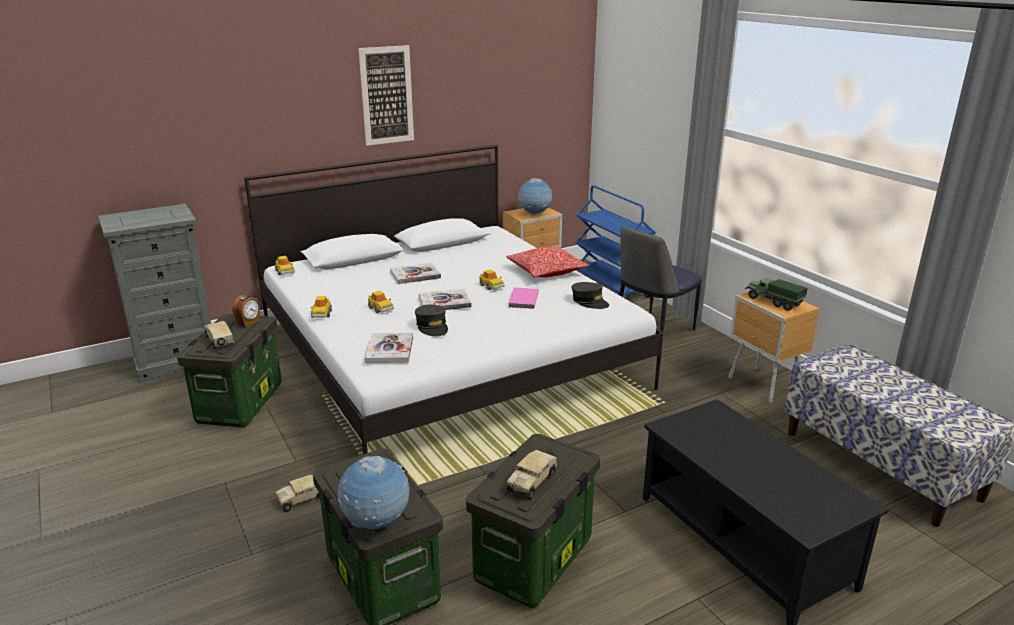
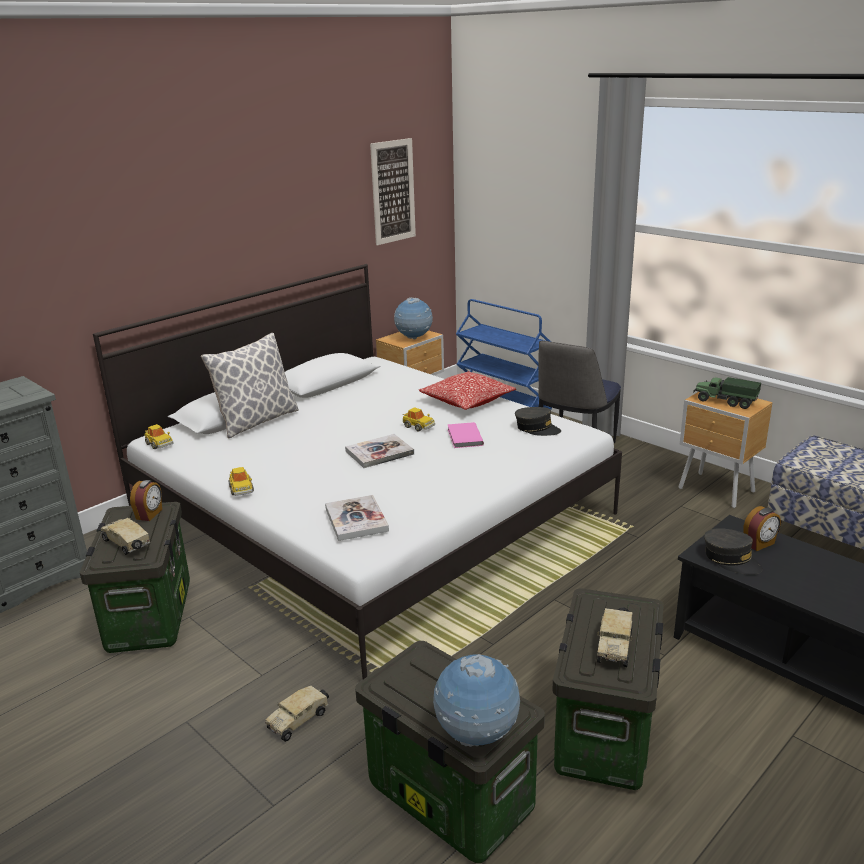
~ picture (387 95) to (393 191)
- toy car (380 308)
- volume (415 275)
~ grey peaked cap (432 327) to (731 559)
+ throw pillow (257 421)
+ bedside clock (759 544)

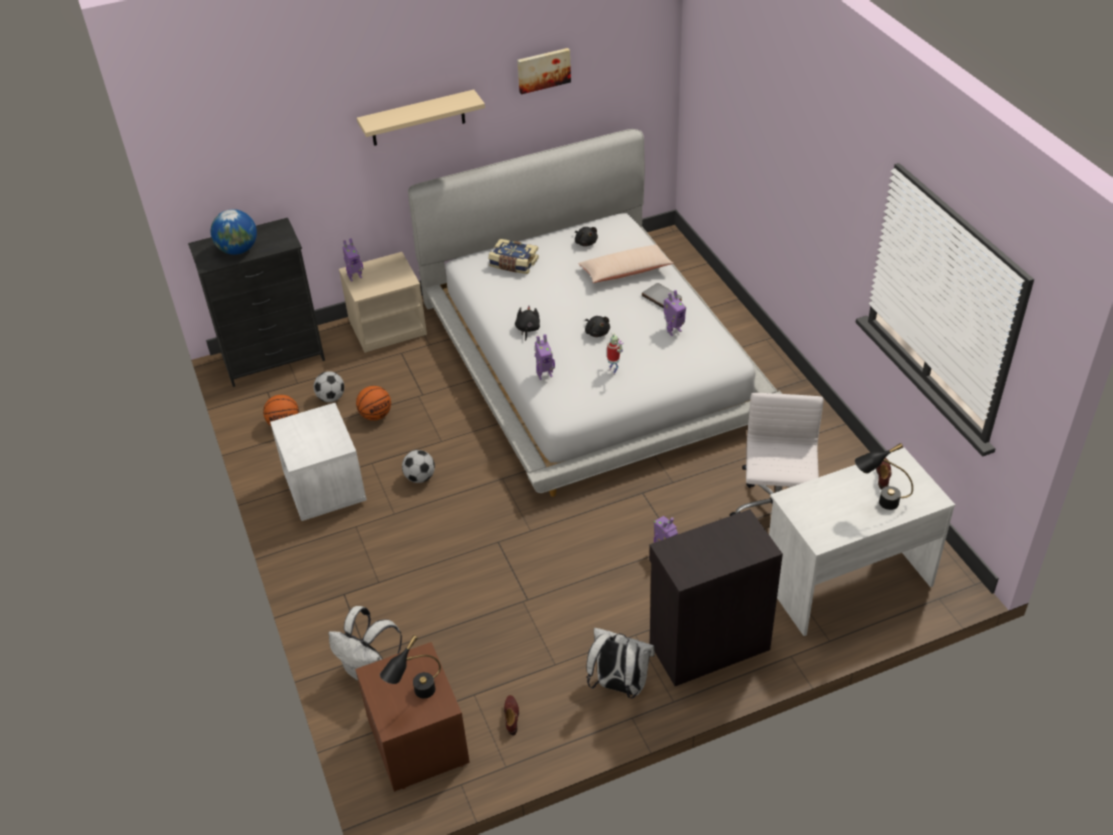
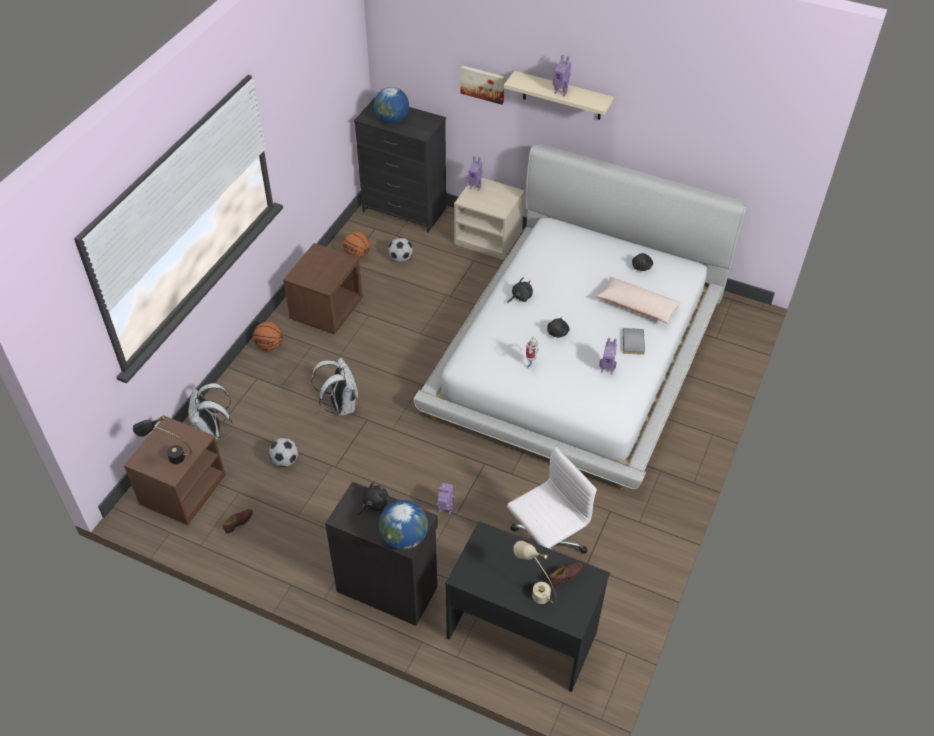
~ whitish nightstand (324 489) to brown-coloured nightstand (327 310)
~ basketball (376 415) to (269 346)
~ football (419 478) to (285 461)
- volume (513 264)
~ picture (543 70) to (483 83)
~ toy robot (544 375) to (561 92)
~ whitish rucksack (619 686) to (340 406)
~ whitish desk table (846 581) to blackish desk table (522 633)
~ blackish table lamp (879 502) to sand-coloured table lamp (534 590)
+ blackish plush toy (374 504)
+ globe (404 538)

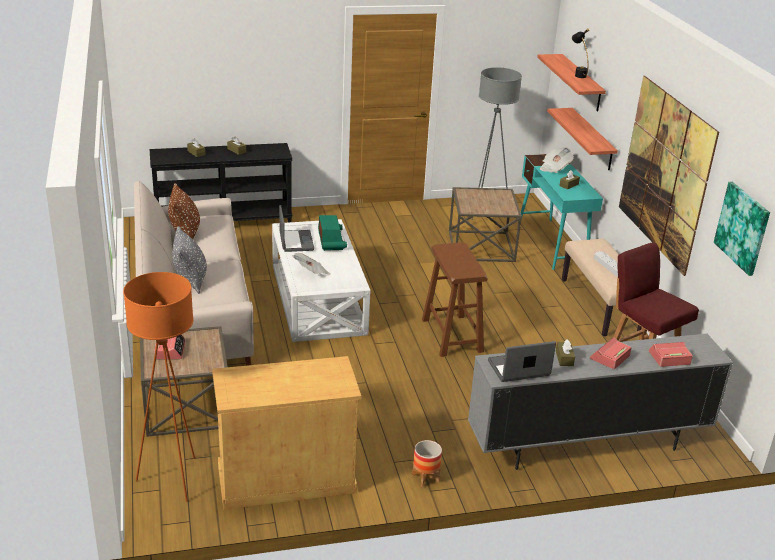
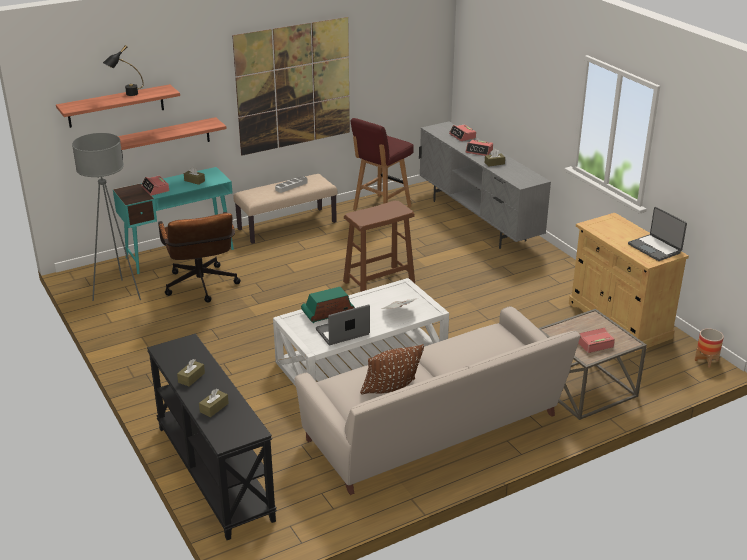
- orangey standard lamp (173 479)
- grey throw pillow (190 280)
~ plant pot (425 478) to (706 360)
~ brown-coloured side table (480 246) to brown-coloured office chair (202 288)
~ laptop (519 369) to (655 248)
~ printed paper (554 168) to bedside clock (155 189)
- picture (743 227)

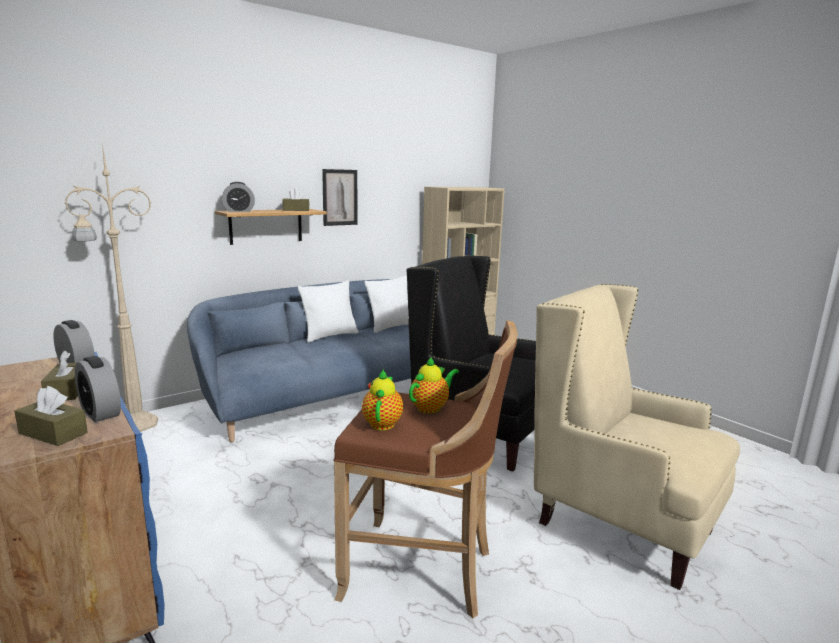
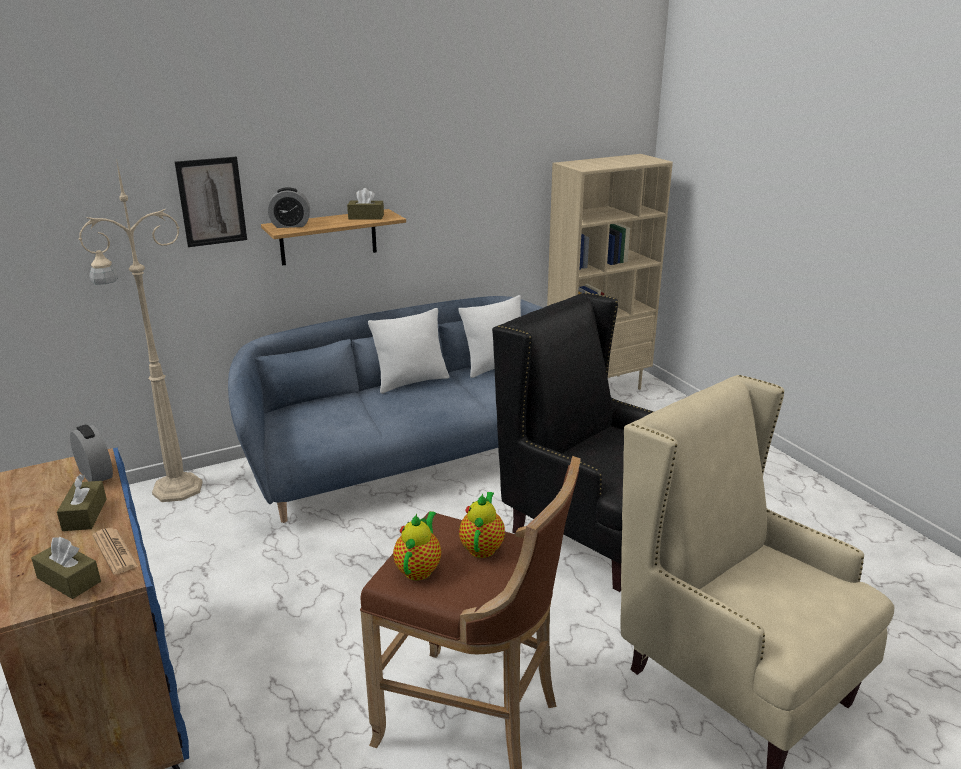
~ bedside clock (100 412) to printed paper (115 551)
~ picture (340 197) to (211 201)
~ pot for tea (431 407) = (482 547) 45 degrees counterclockwise

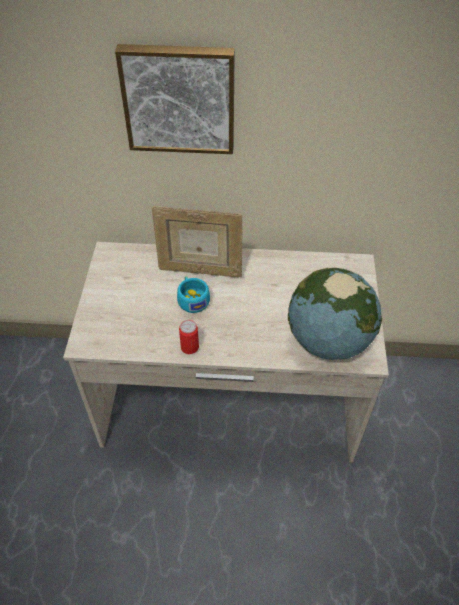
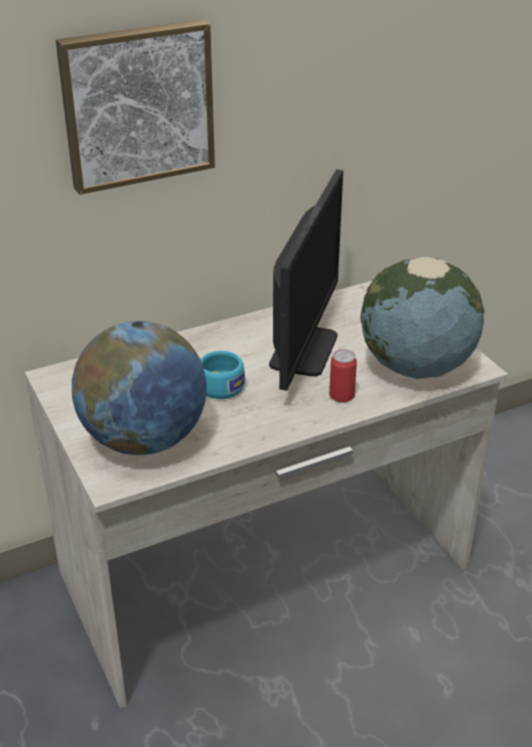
- standing frame (199 270)
~ can (189 347) to (342 395)
+ globe (144 440)
+ monitor (303 350)

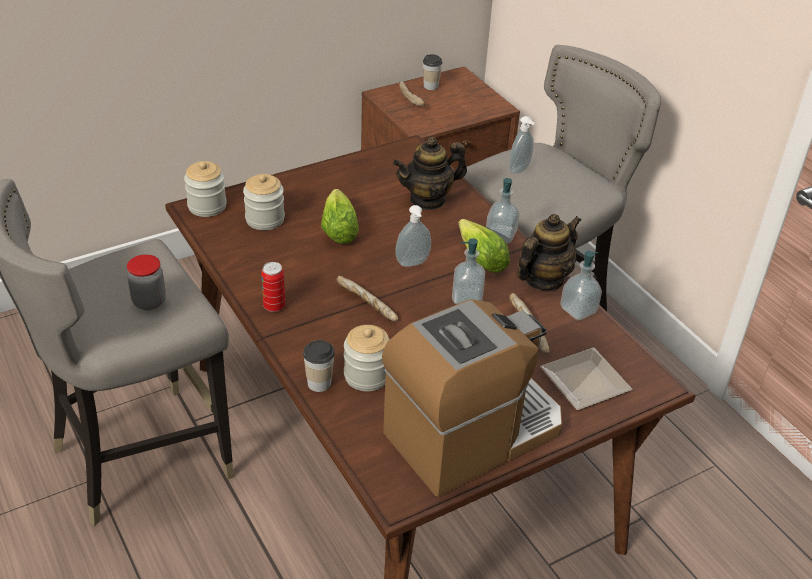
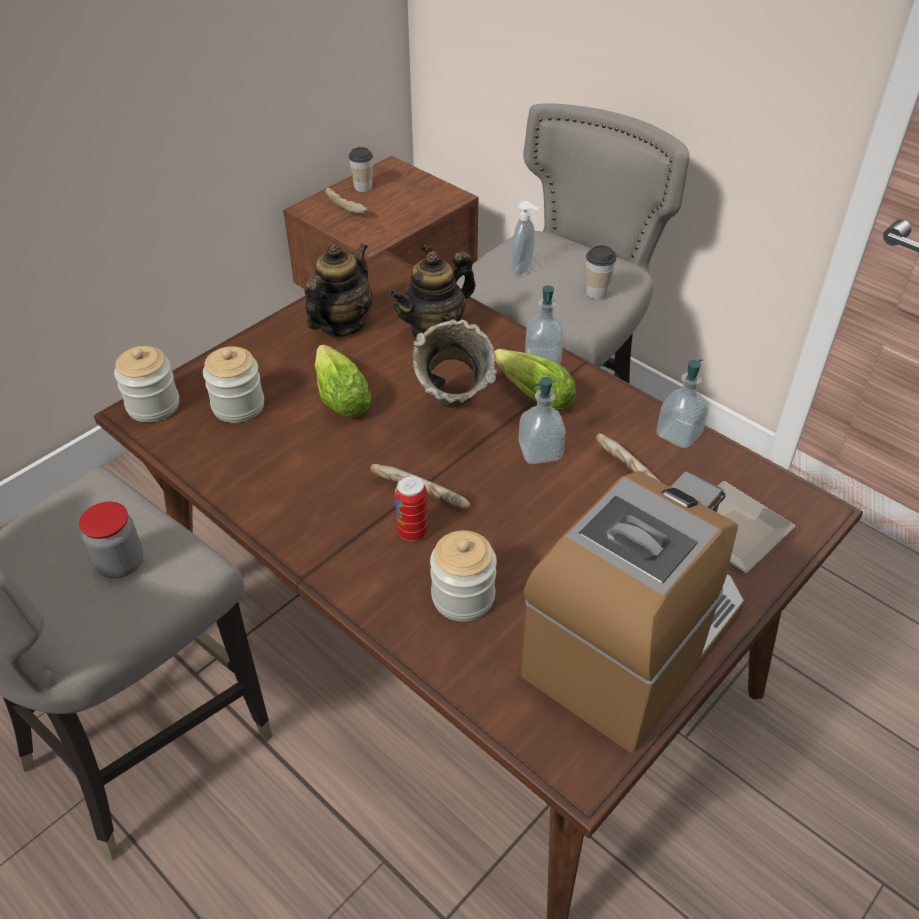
~ can (274 306) to (412 532)
~ small cup (319 383) to (596 292)
~ soap bottle (413 264) to sand-coloured vase (454 422)
~ pot for tea (543 279) to (341 324)

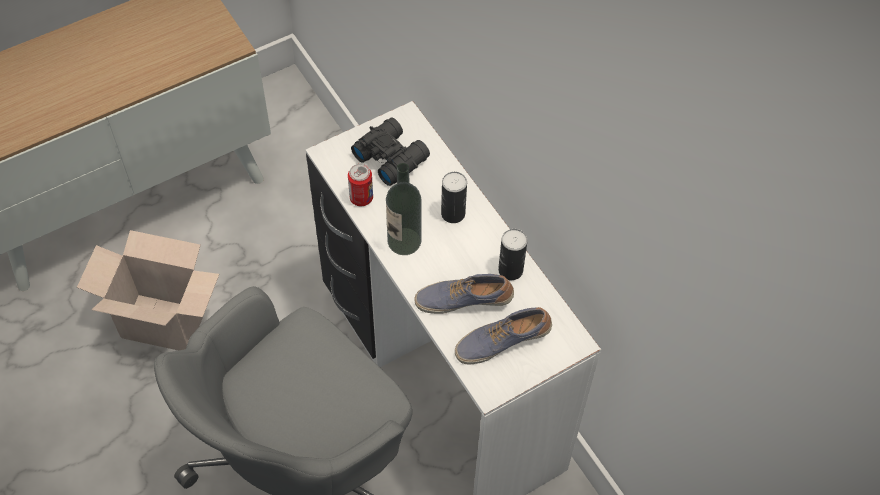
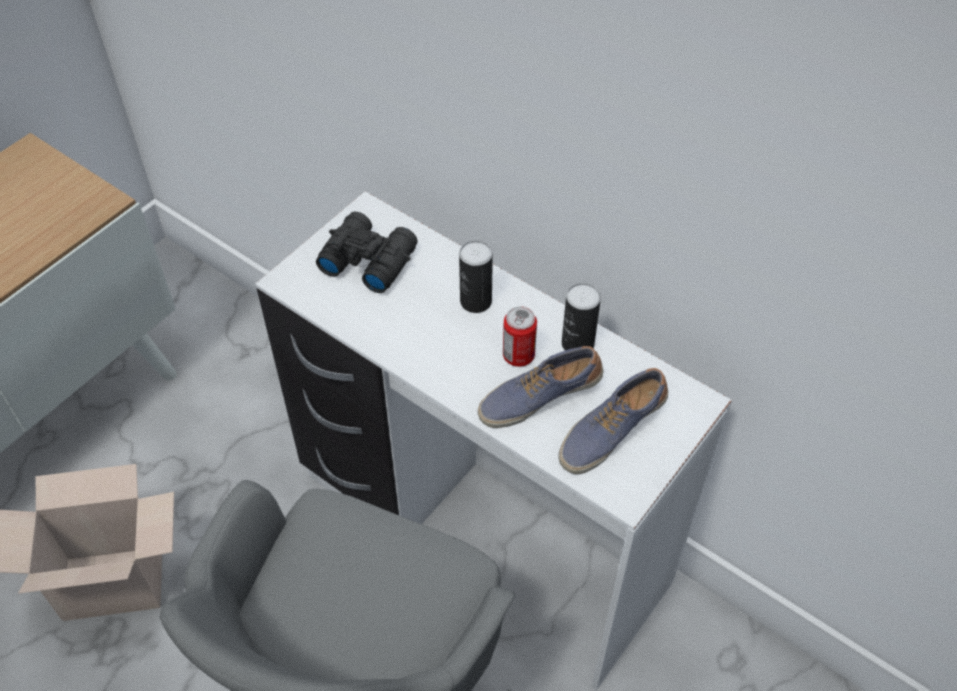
~ can (361 198) to (518 356)
- bottle (404 241)

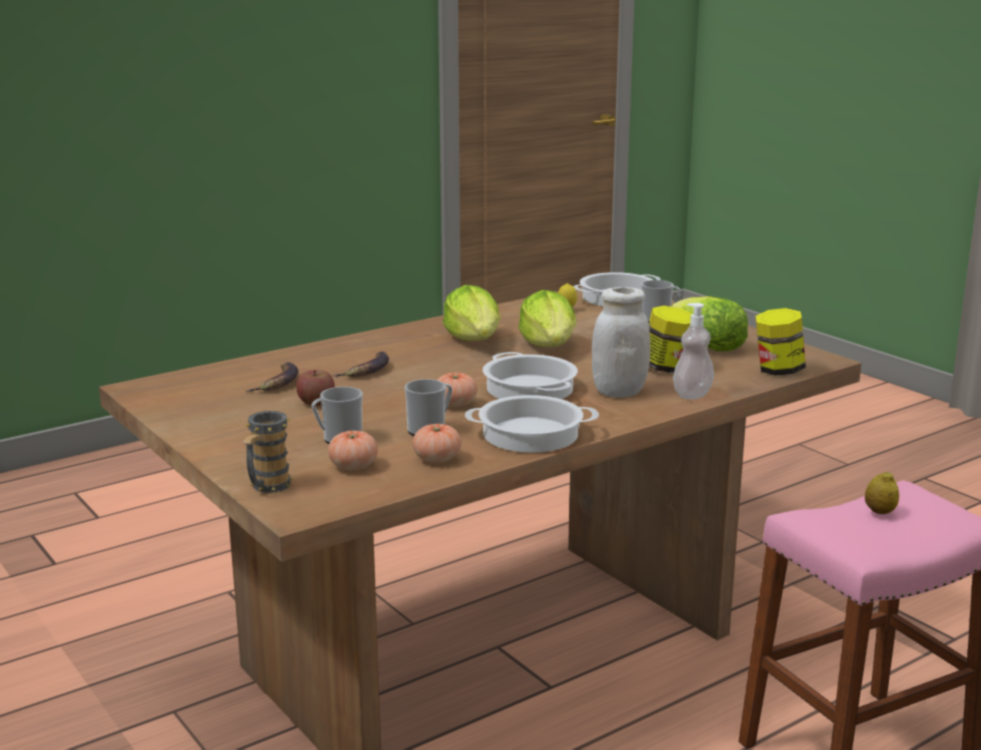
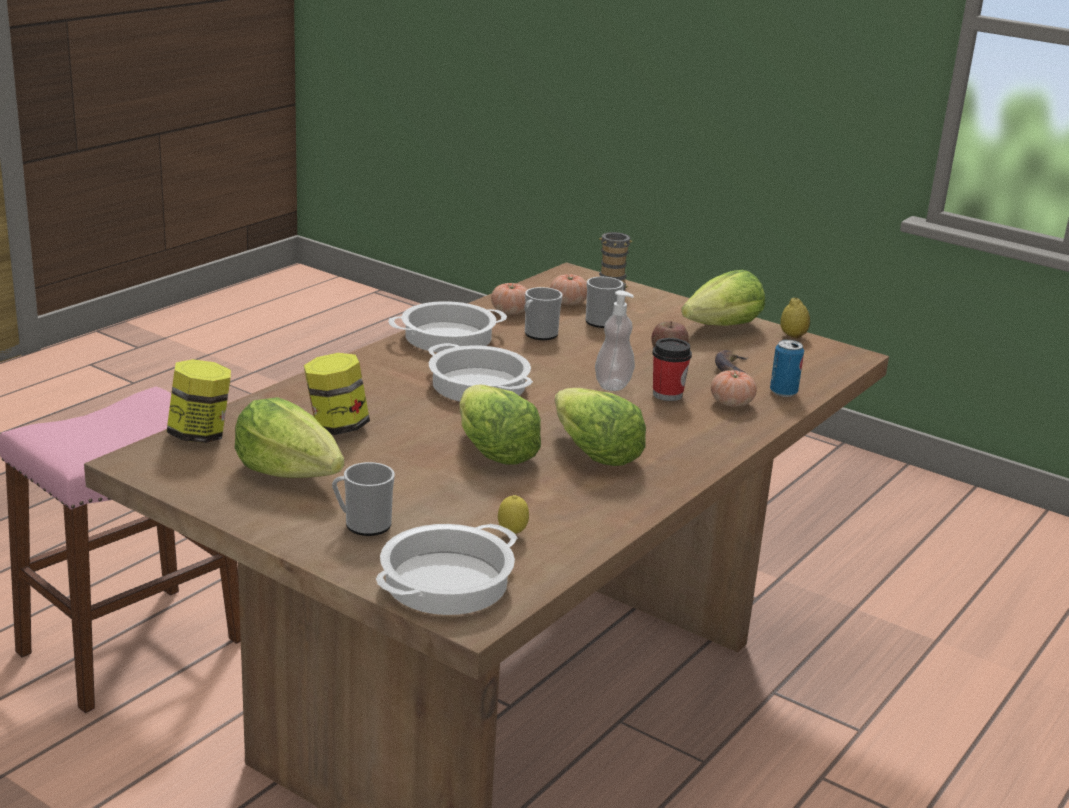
~ banana (367 370) to small cup (667 394)
~ tomato (455 404) to (731 403)
- whitish preserve jar (619 392)
~ soap bottle (692 395) to (613 385)
~ citrus fruit (880 512) to (793 336)
+ lettuce (722 327)
+ can (783 392)

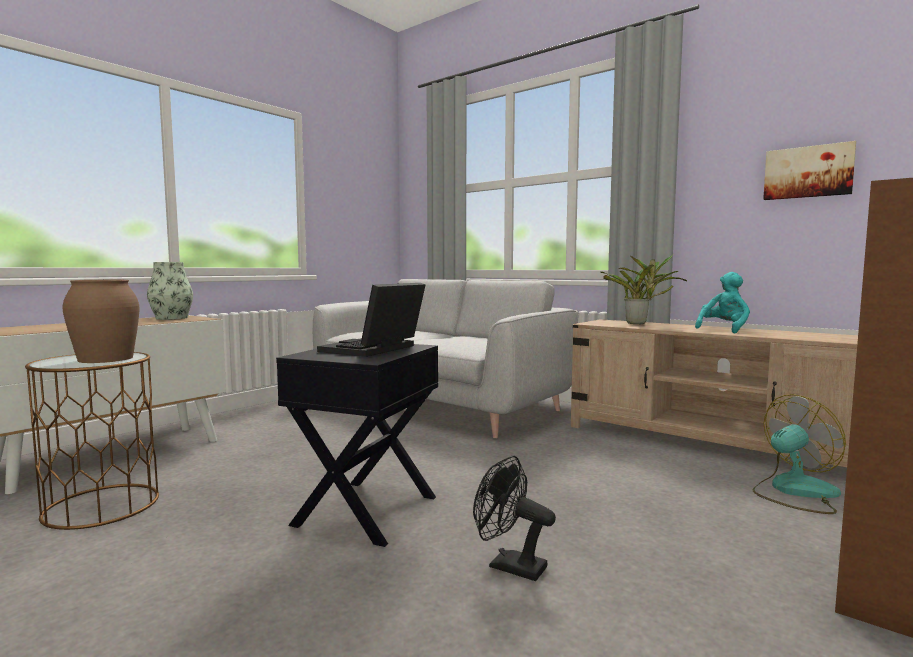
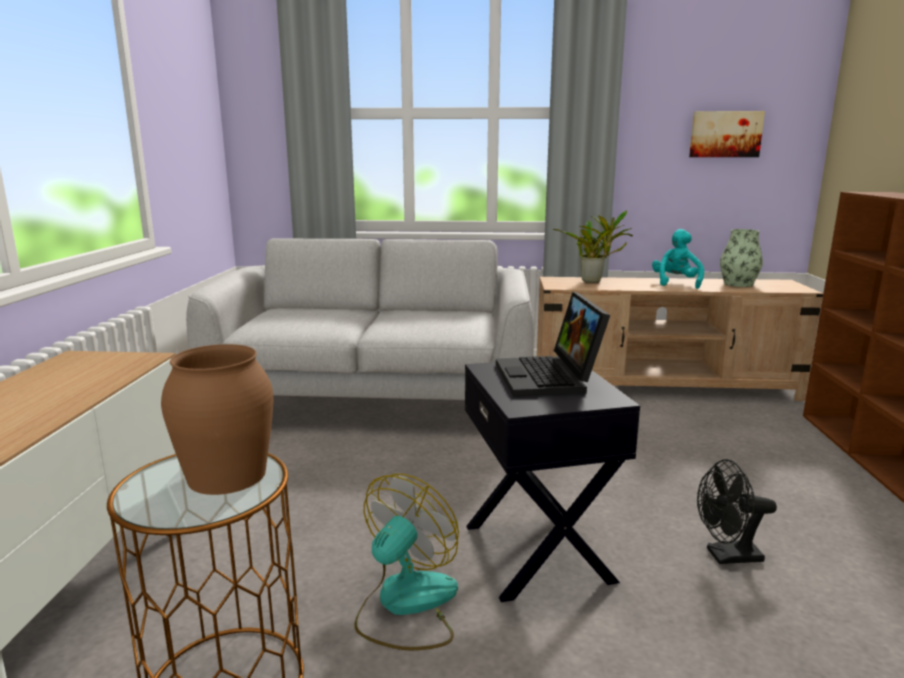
~ vase (172 318) to (738 284)
~ electric fan (794 492) to (406 605)

